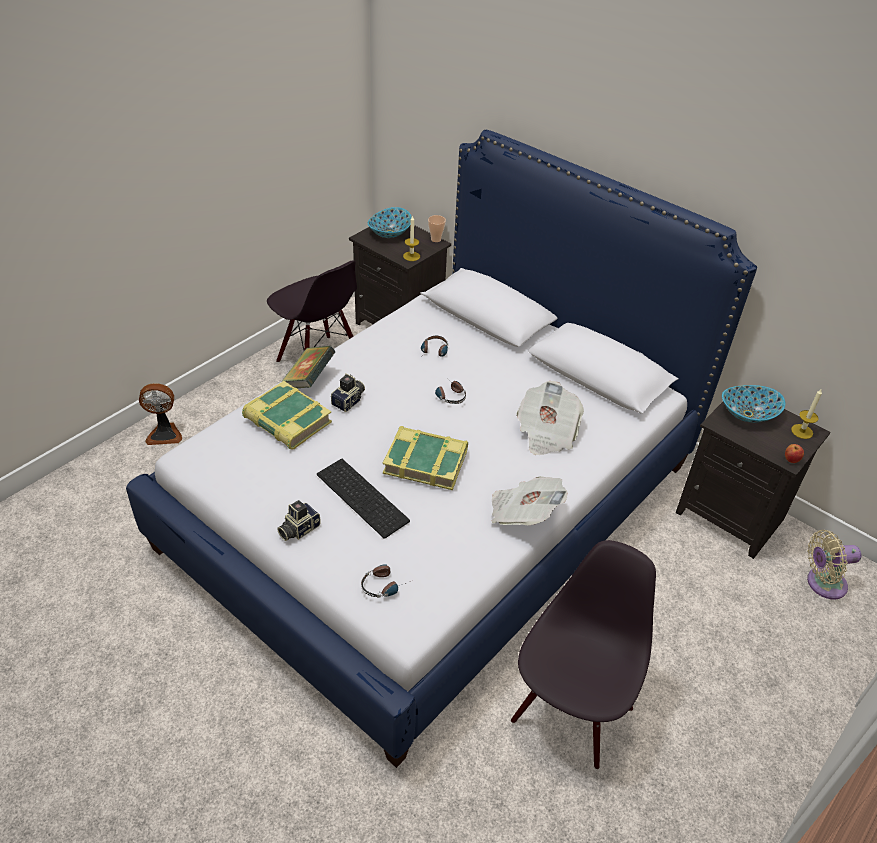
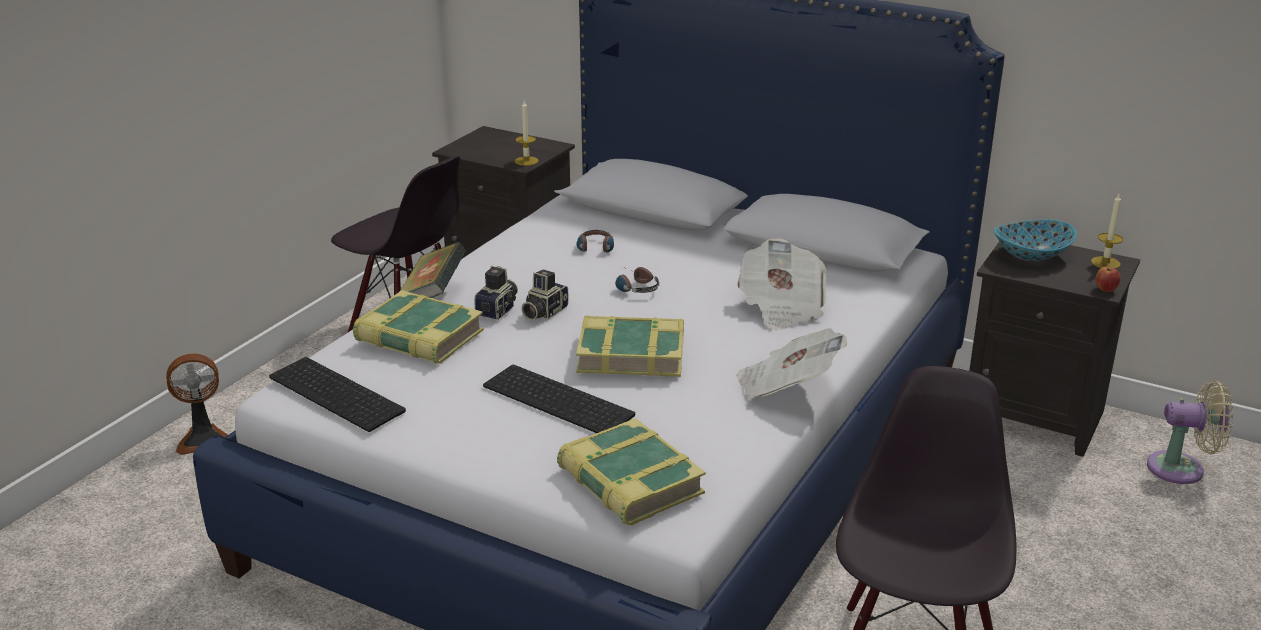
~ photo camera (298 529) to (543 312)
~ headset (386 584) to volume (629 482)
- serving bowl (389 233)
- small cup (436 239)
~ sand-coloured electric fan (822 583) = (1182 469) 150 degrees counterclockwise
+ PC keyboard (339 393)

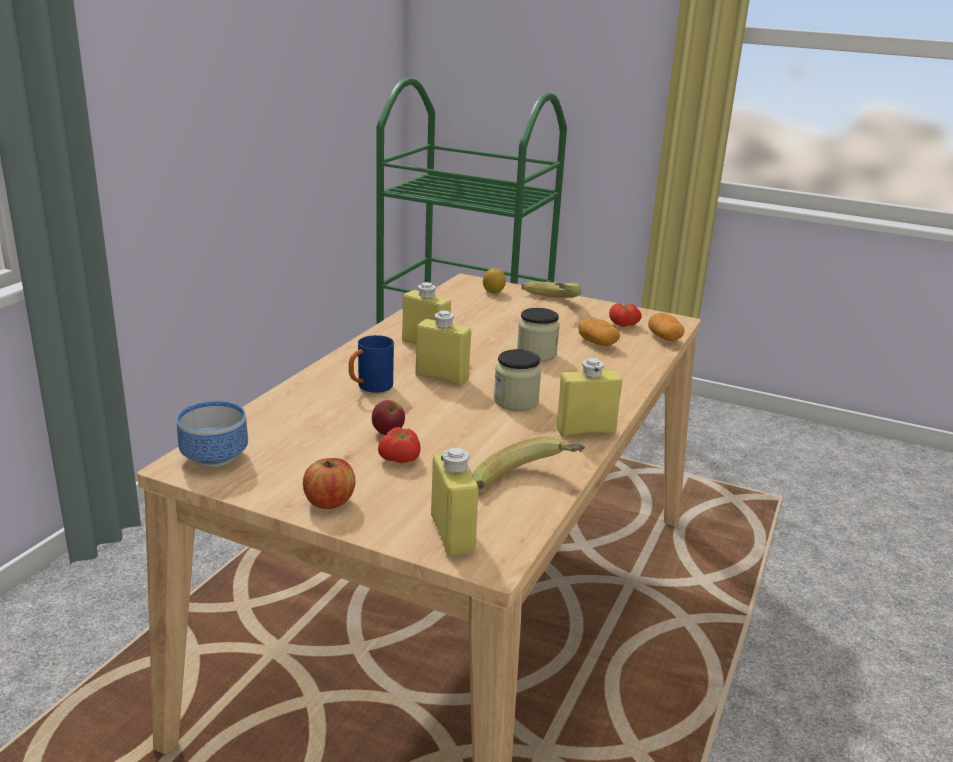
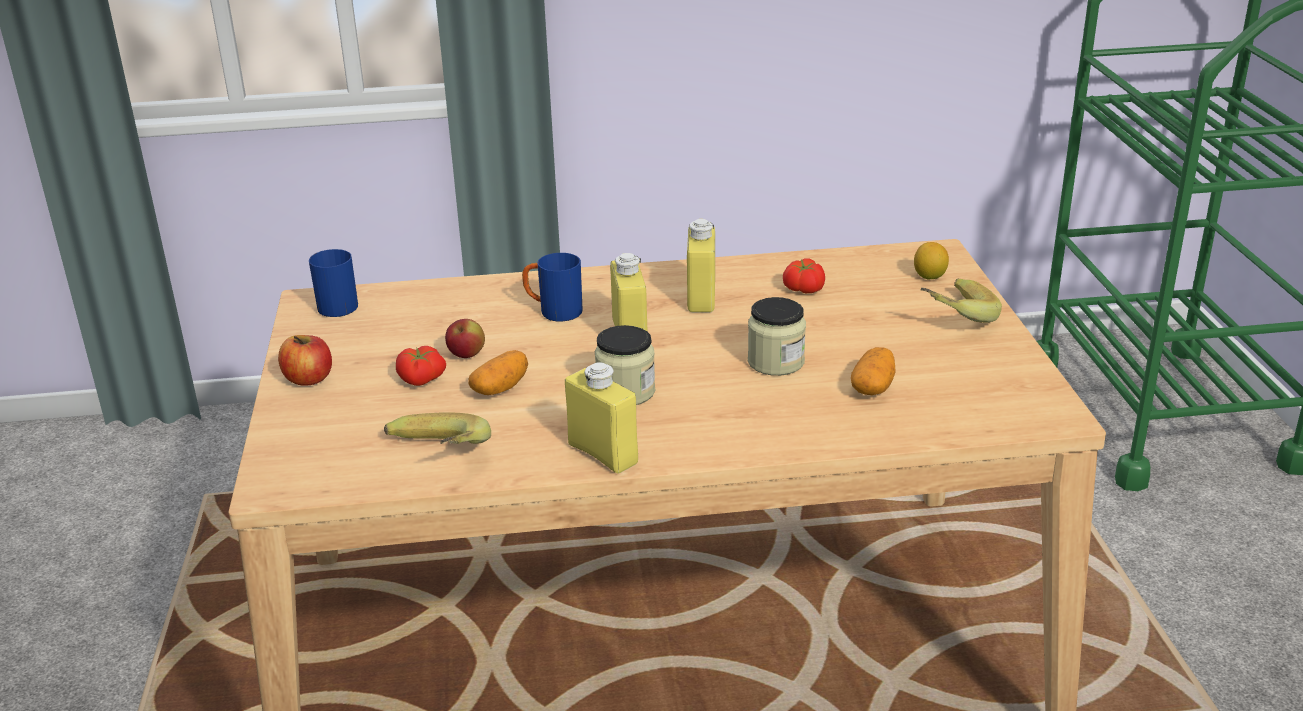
~ serving bowl (212 458) to blue-coloured mug (334 305)
- yellow-coloured bottle (452 534)
~ tomato (623 325) to (803 289)
~ potato (664 338) to (500 388)

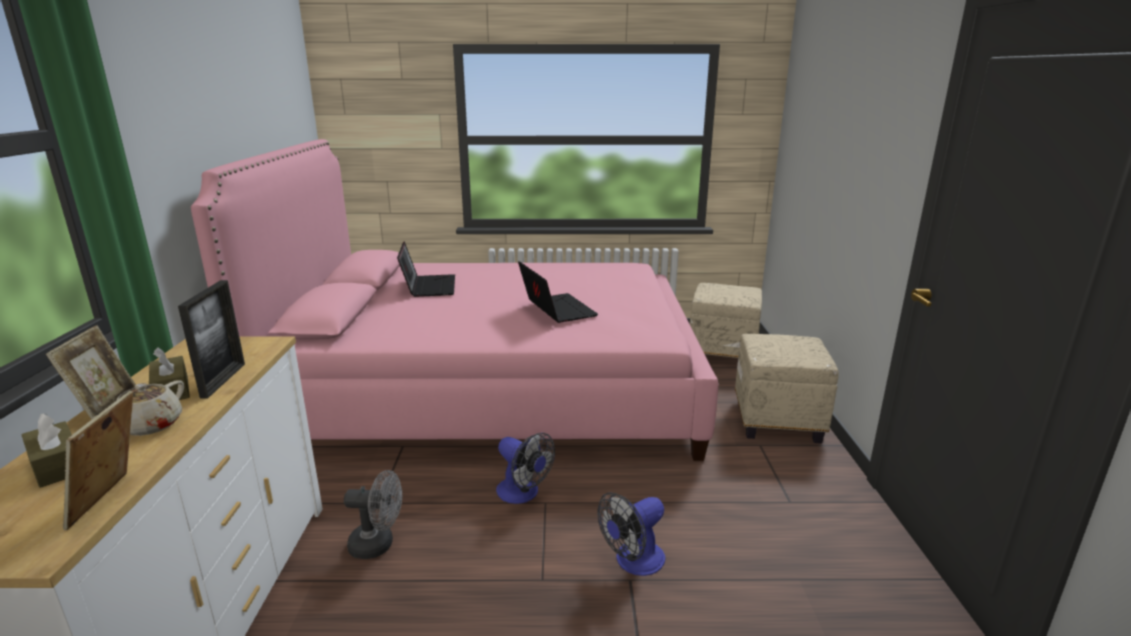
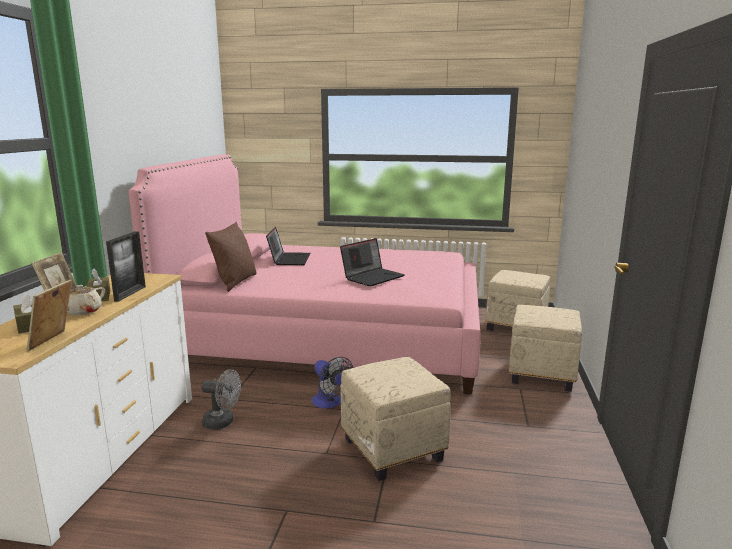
~ laptop (556 309) = (373 277) 60 degrees clockwise
~ electric fan (633 562) to sand-coloured footrest (394 450)
+ brown-coloured throw pillow (235 282)

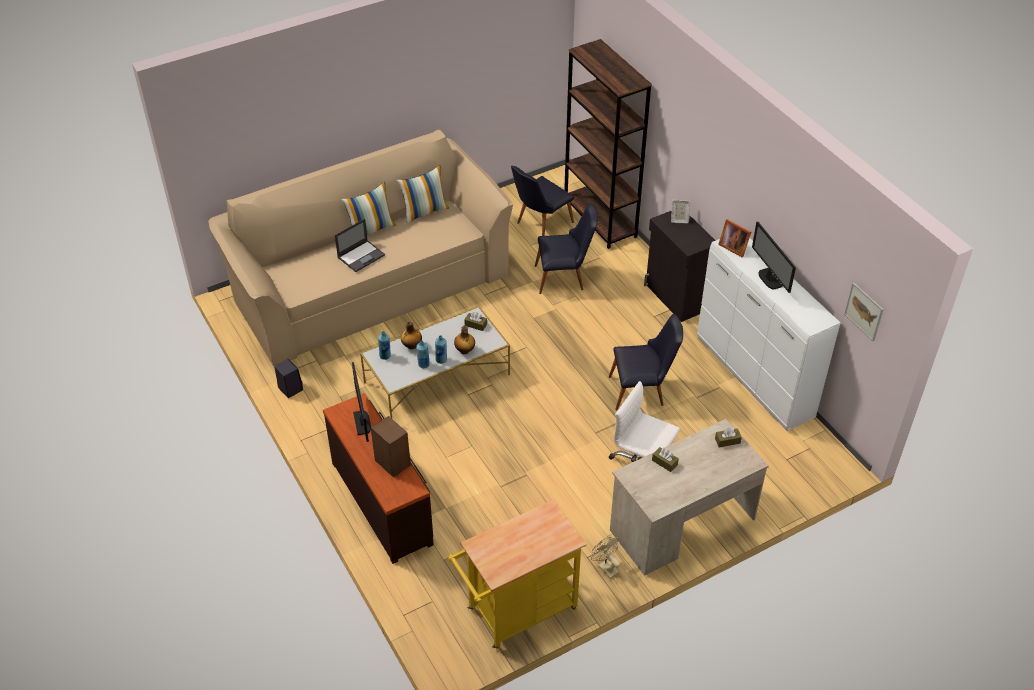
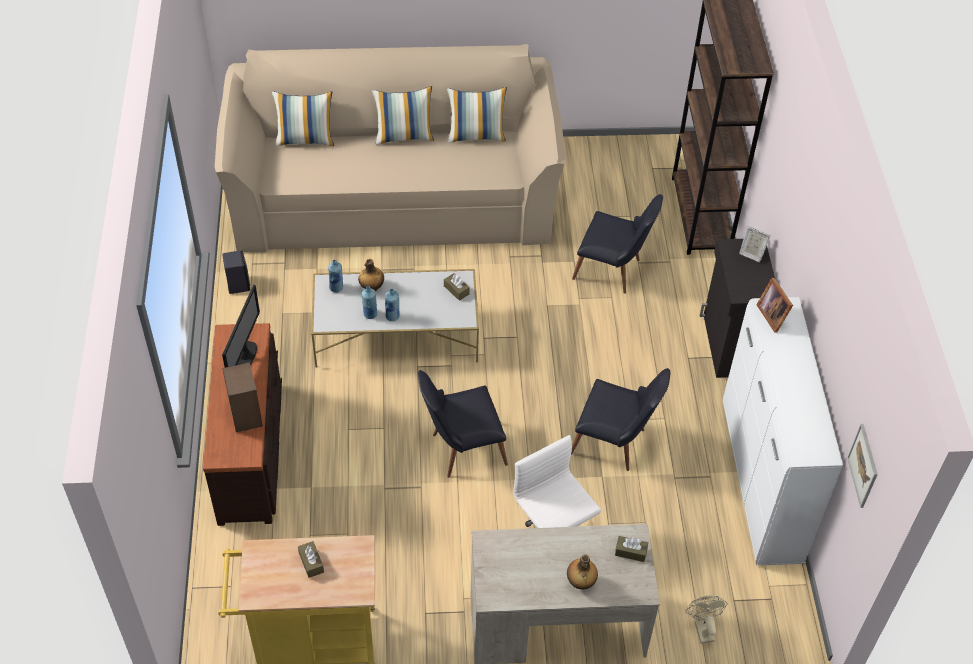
- laptop (361 256)
~ bottle (464 351) to (580 582)
~ blackish chair (540 224) to (461 449)
~ sand-coloured electric fan (605 567) to (702 628)
~ brown-coloured tissue holder (664 462) to (311 562)
- monitor (769 279)
+ throw pillow (305 139)

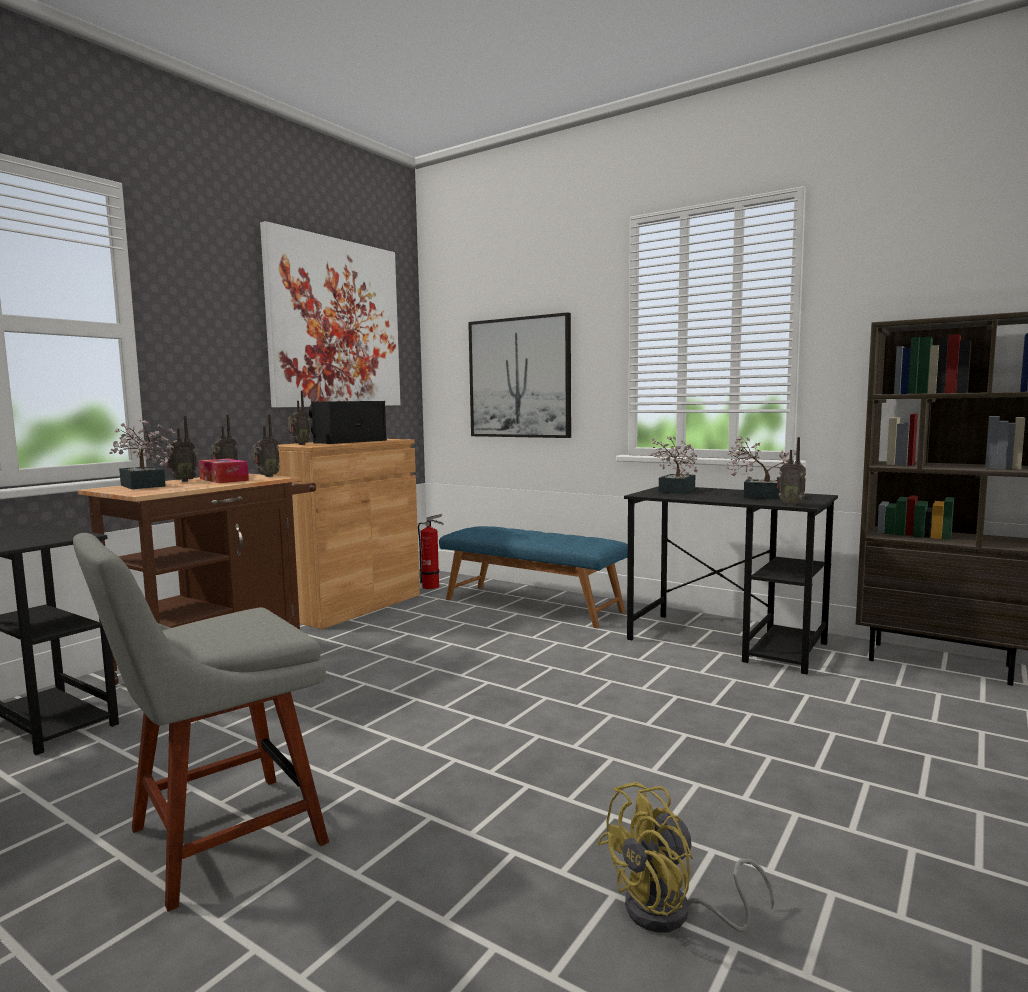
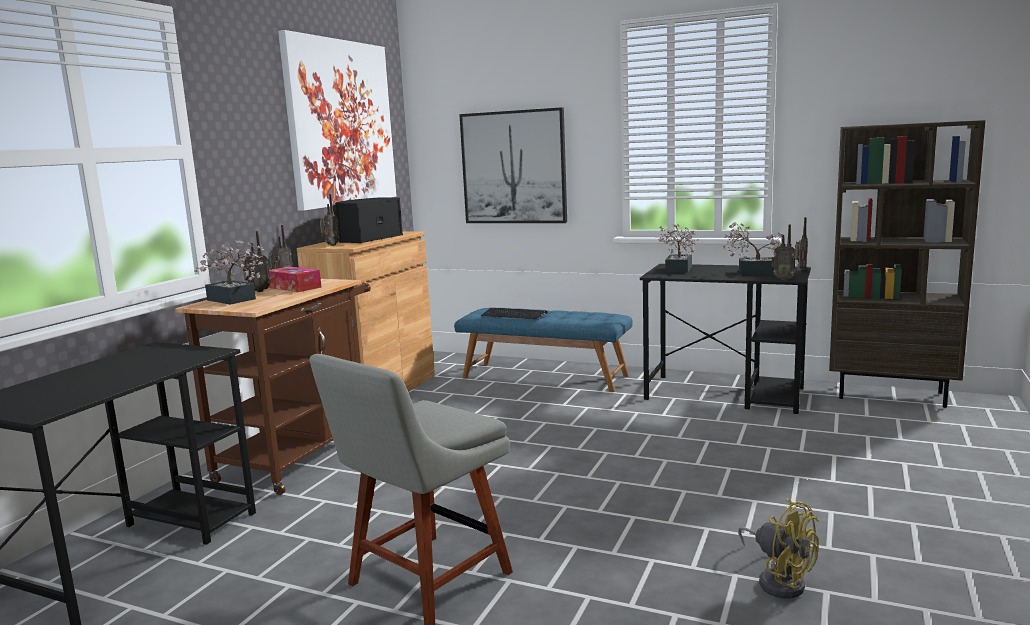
~ radio set (266 476) to (800 269)
- extinguisher (432 587)
~ yellow-coloured electric fan (672 914) = (779 580) 90 degrees counterclockwise
+ PC keyboard (513 315)

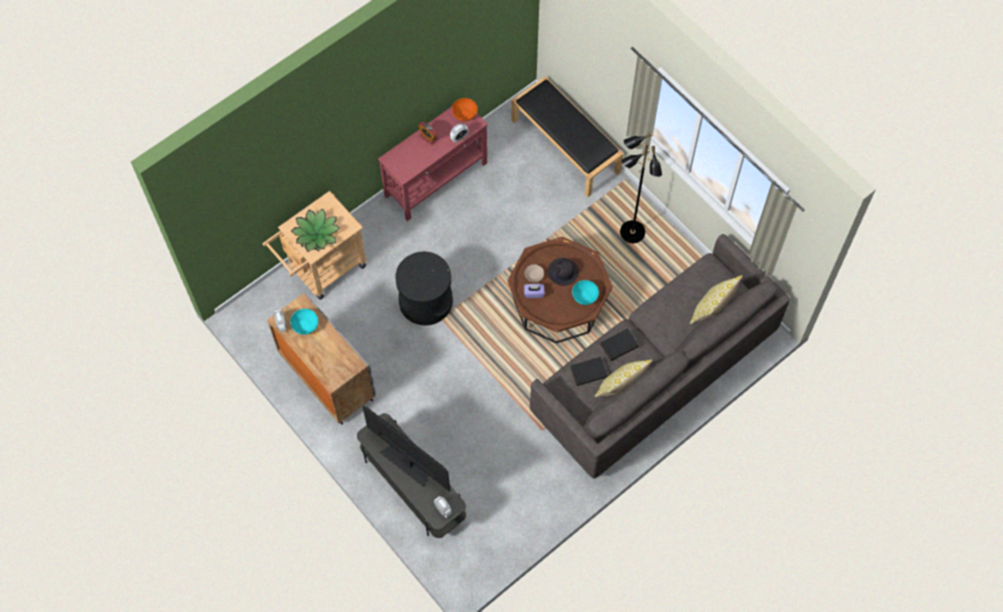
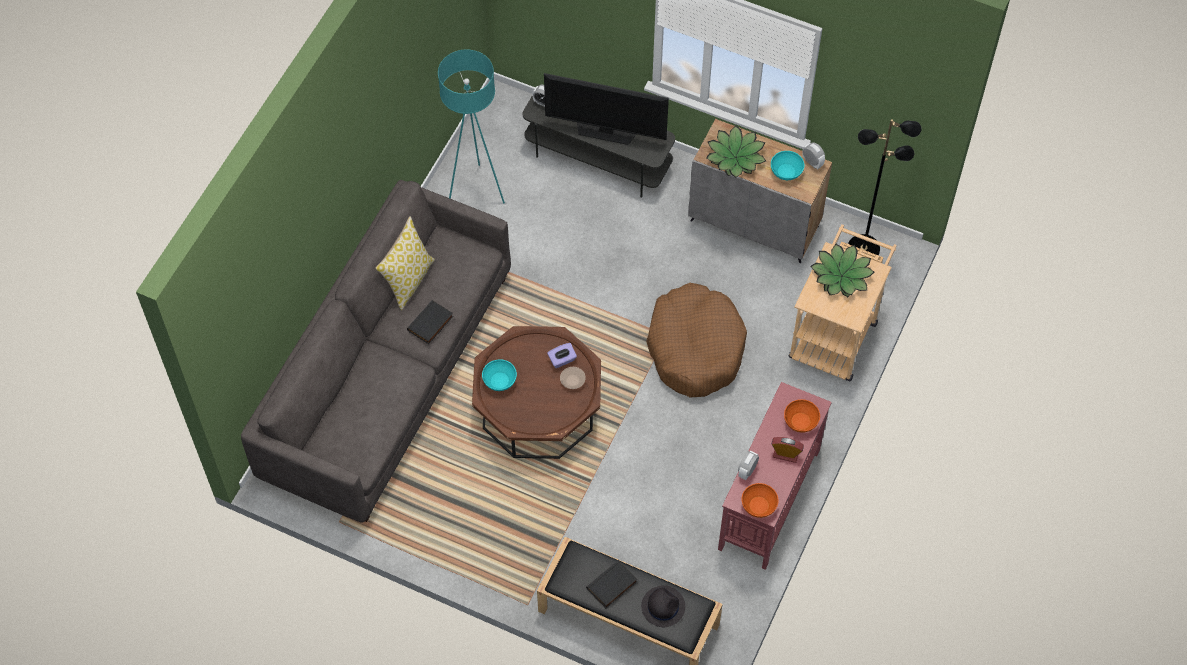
~ blackish side table (425 300) to brown-coloured dog cushion (695 348)
~ blackish clothing hat (563 272) to (663 606)
~ blackish volume (588 371) to (612 586)
~ blackish standard lamp (631 233) to (863 248)
- throw pillow (712 310)
+ turquoise-coloured standard lamp (476 190)
+ plant in a pot (735 157)
+ orangey serving bowl (800 421)

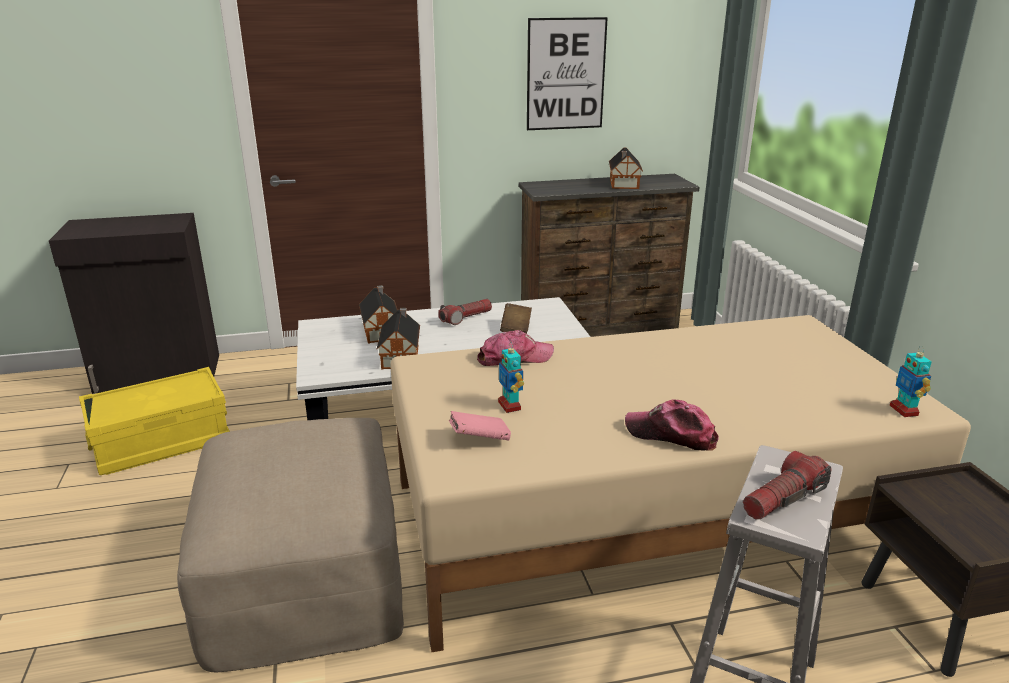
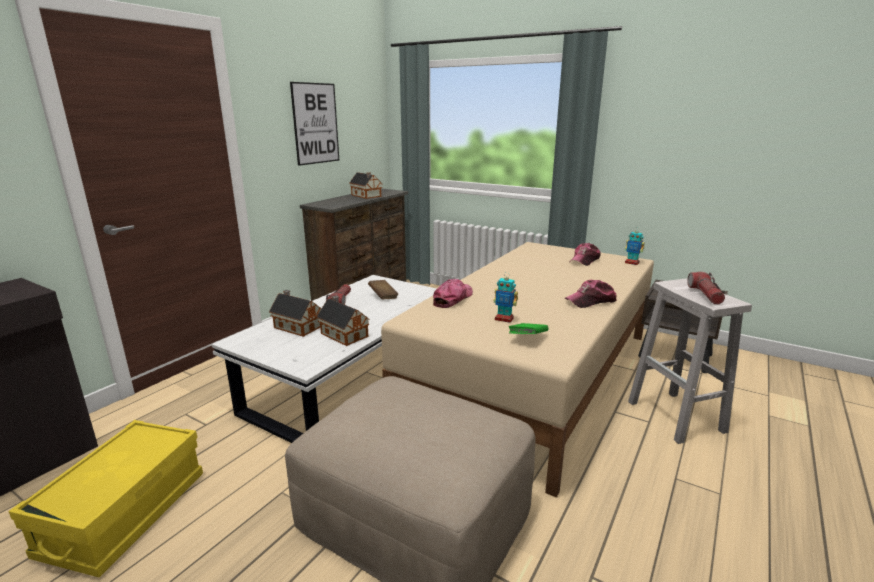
~ pinkish volume (479 439) to greenish volume (527 338)
+ peaked cap (584 260)

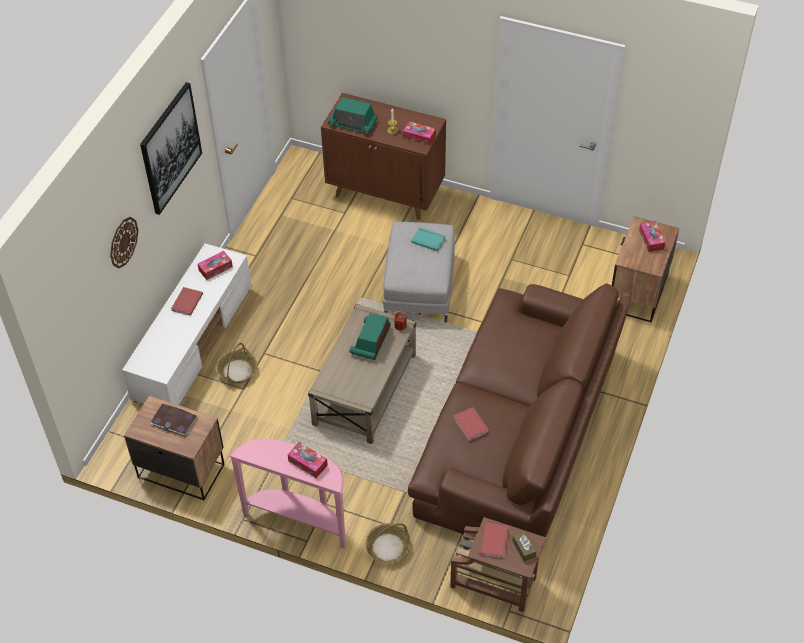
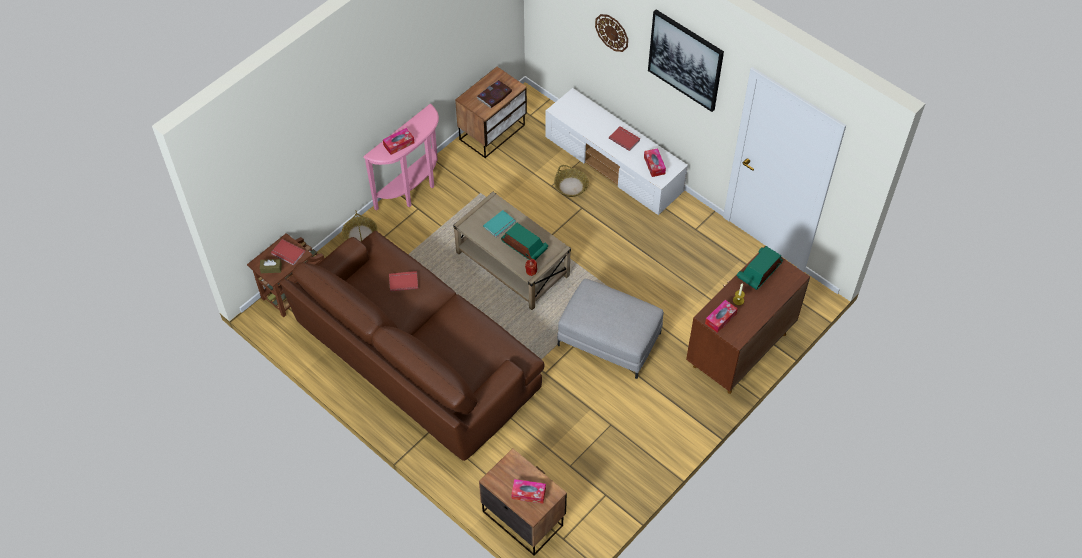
~ turquoise-coloured volume (428 239) to (500 225)

